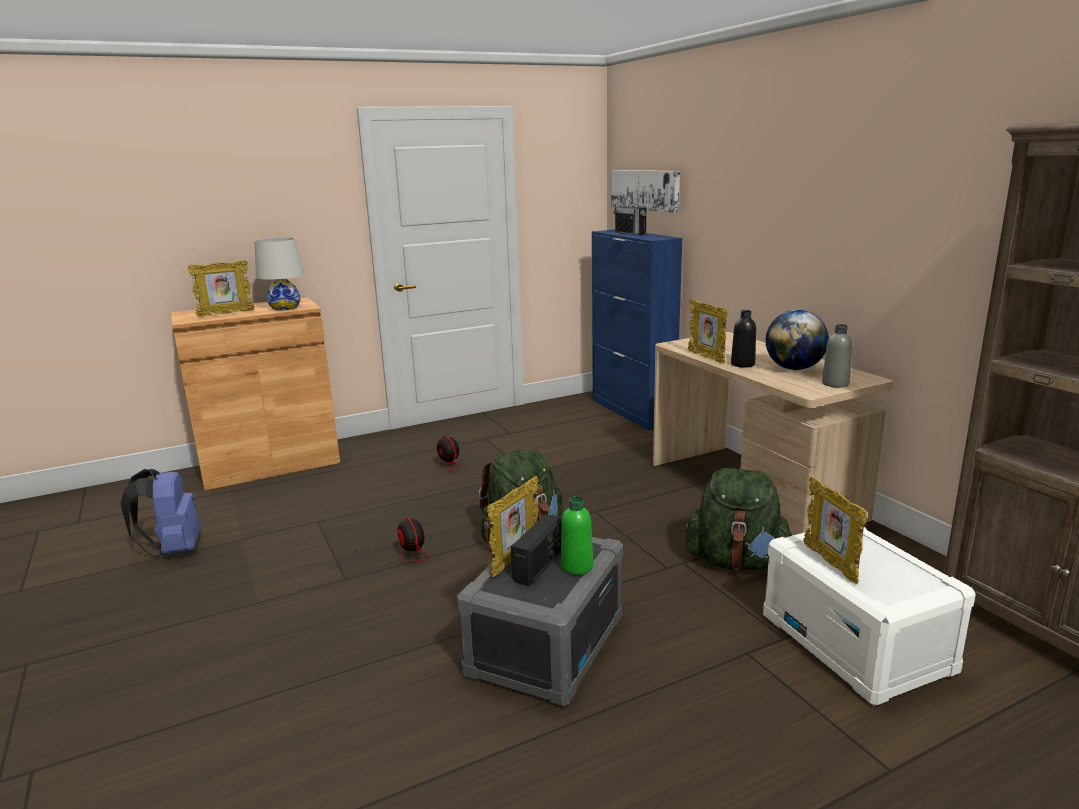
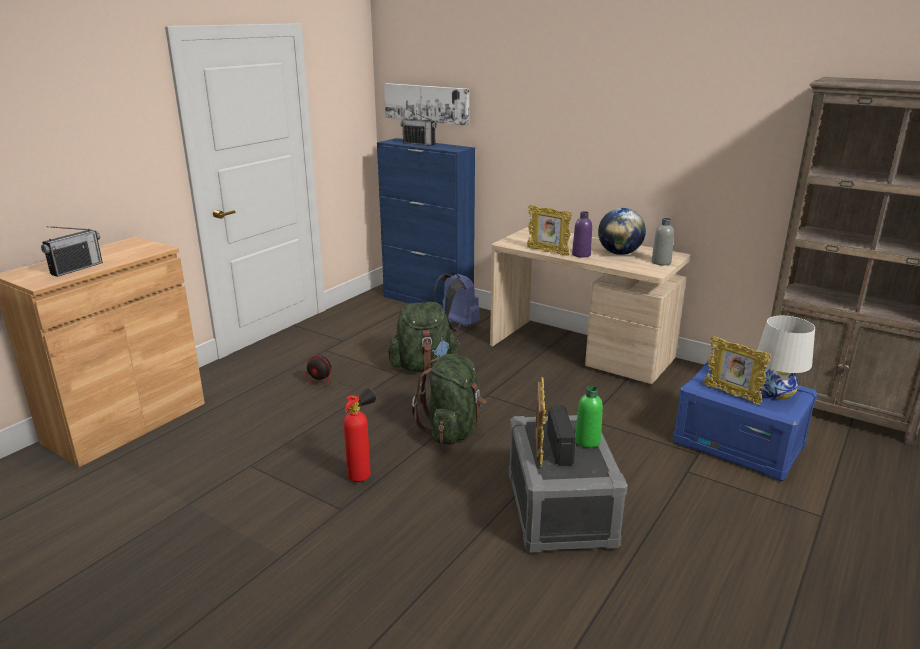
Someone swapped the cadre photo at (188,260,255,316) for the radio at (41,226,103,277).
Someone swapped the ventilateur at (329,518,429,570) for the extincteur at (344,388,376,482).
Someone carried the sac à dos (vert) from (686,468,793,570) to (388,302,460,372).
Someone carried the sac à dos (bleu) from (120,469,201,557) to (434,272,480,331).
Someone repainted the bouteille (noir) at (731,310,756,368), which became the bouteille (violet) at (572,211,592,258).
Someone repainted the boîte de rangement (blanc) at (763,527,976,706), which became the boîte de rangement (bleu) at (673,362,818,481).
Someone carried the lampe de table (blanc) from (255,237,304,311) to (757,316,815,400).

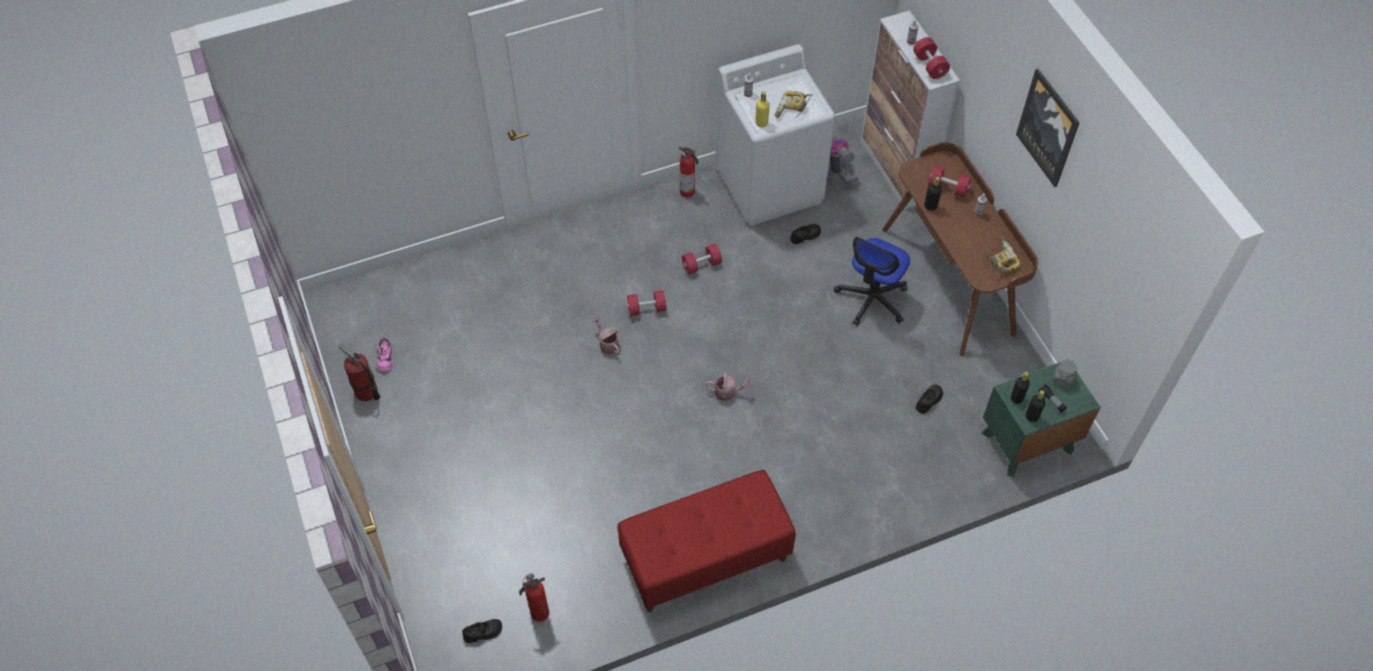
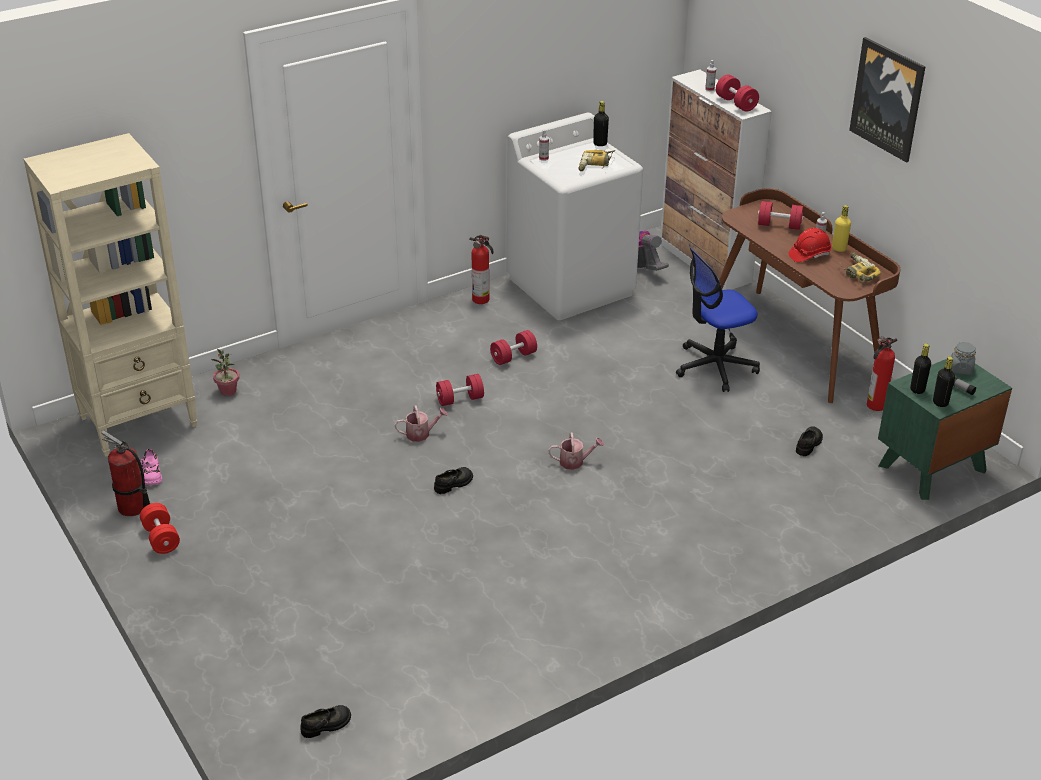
Someone put down the bibliothèque (beige) at (24,133,197,457).
Someone put down the haltère (rouge) at (140,503,180,554).
Someone put down the plante en pot at (211,349,239,396).
Someone rotated the arrosoir at (592,317,620,354) by 120 degrees clockwise.
Someone carried the chaussure (noir) from (790,224,821,244) to (434,467,473,494).
Someone carried the bouteille (noir) from (924,177,942,211) to (593,101,609,146).
Someone rotated the chaise de bureau at (834,237,910,326) by 45 degrees clockwise.
Someone put down the casque de chantier (rouge) at (789,228,832,262).
Someone carried the bouteille (jaune) from (755,92,770,127) to (832,205,851,252).
Someone carried the extincteur from (519,573,549,622) to (867,336,897,411).
Someone took away the banc (rouge) at (617,470,796,612).

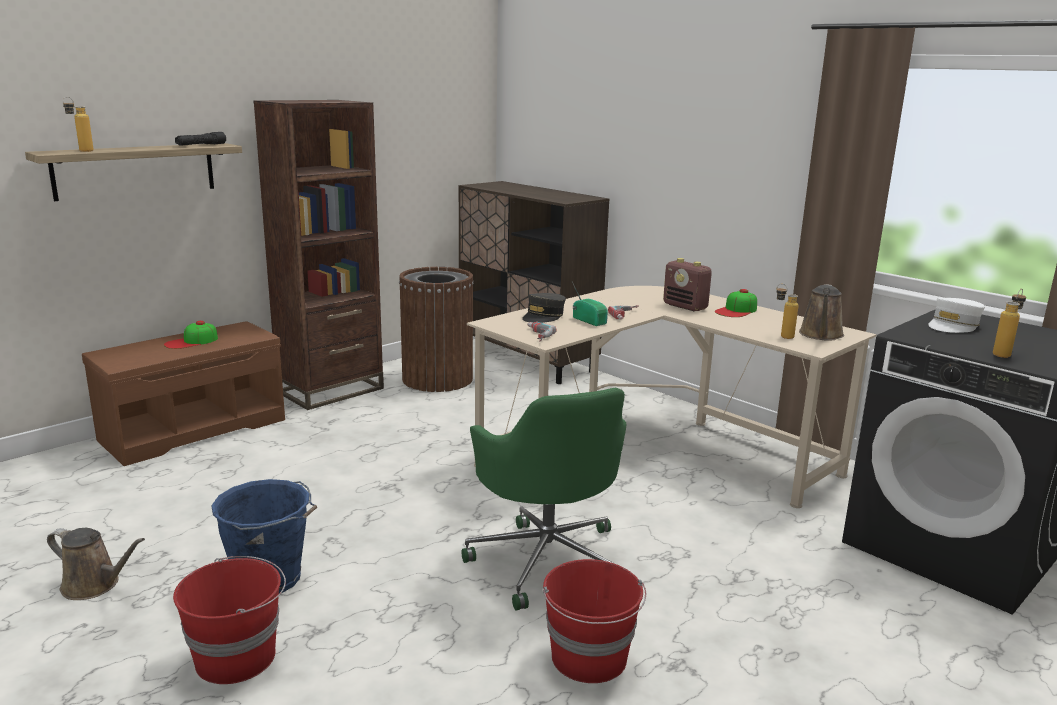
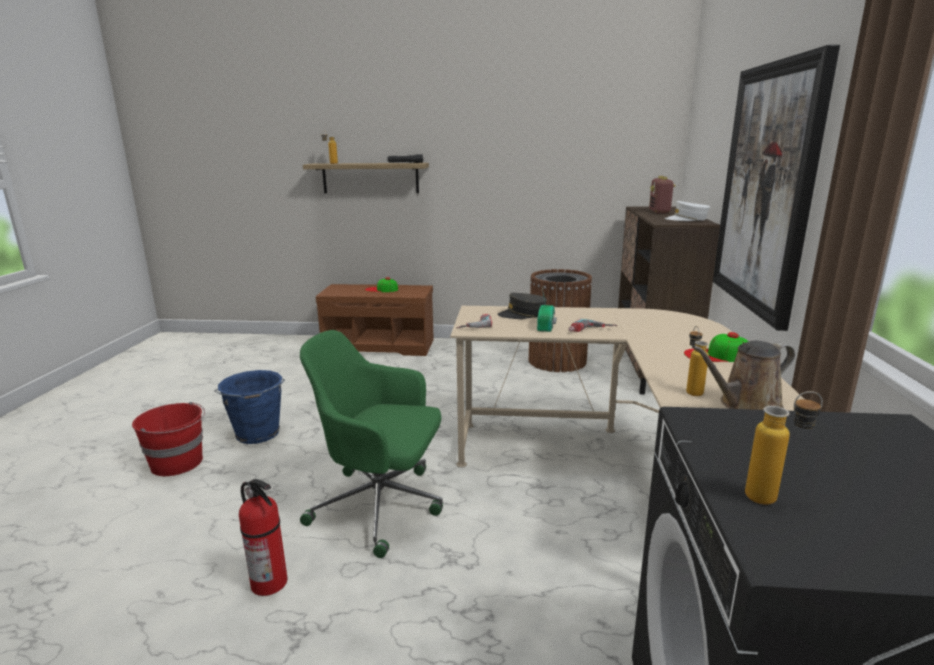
Someone swapped the seau (rouge) at (543,559,646,683) for the extincteur at (239,479,287,596).
Someone rotated the chaise de bureau (vert) at (462,388,626,610) by 75 degrees clockwise.
Someone carried the radio from (663,258,712,311) to (649,176,676,214).
Someone carried the casquette (blanc) from (928,298,985,333) to (664,201,710,221).
Someone put up the tableau at (713,45,840,331).
Someone took away the arrosoir (marron) at (47,528,145,600).
Someone took away the bibliothèque (marron) at (253,100,384,410).

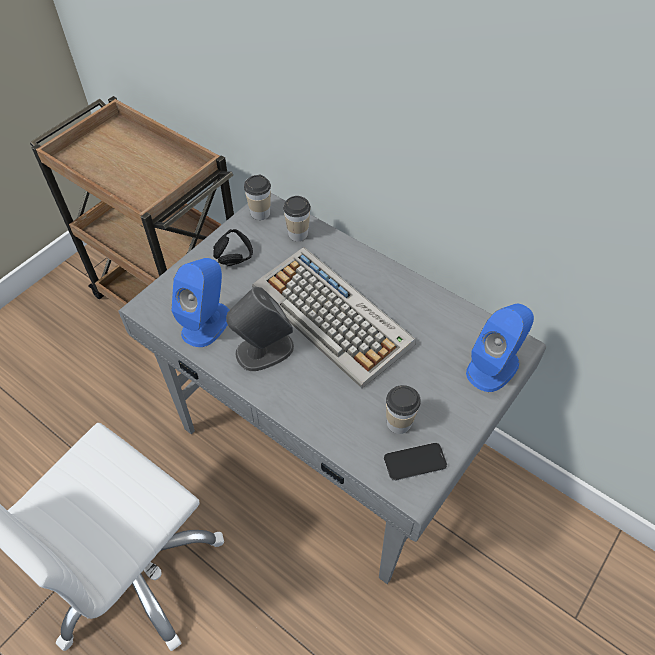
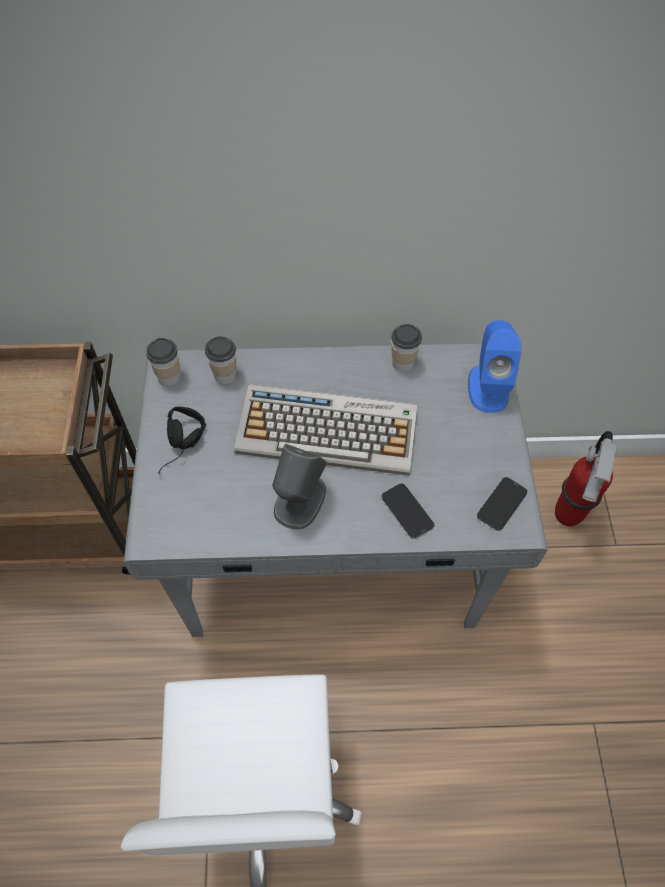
Someone put down the téléphone at (381,483,434,539).
Someone carried the tasse from (386,385,420,434) to (391,324,422,372).
Someone put down the extincteur at (555,431,617,526).
Someone took away the enceinte (bleu) at (171,258,230,347).

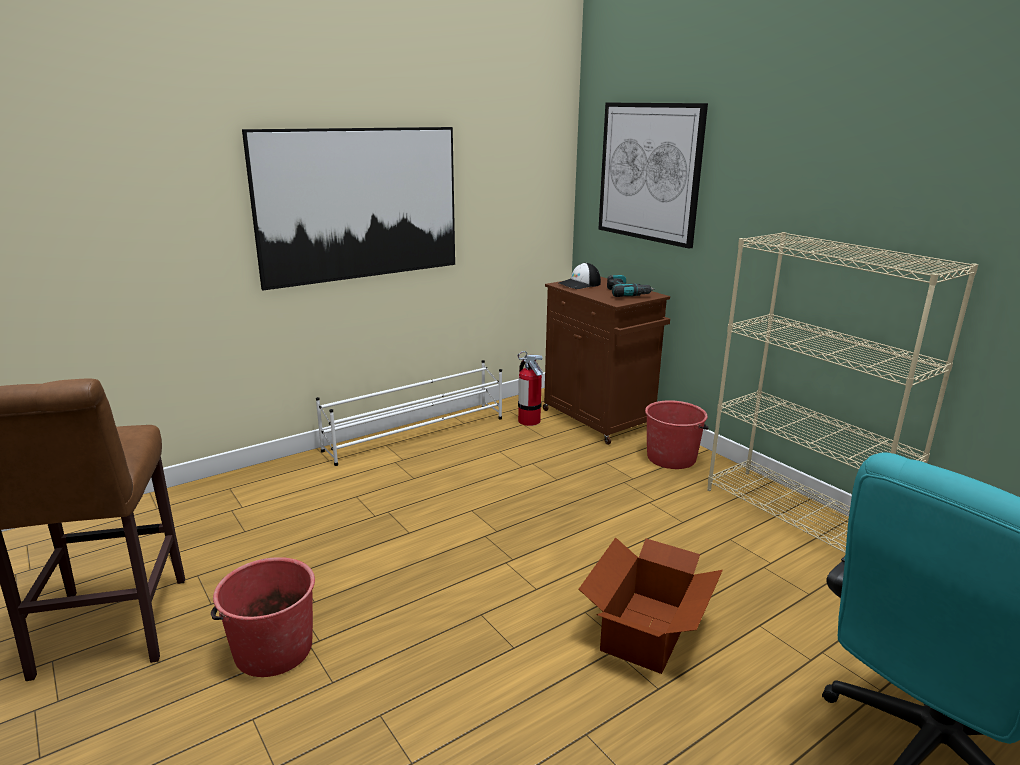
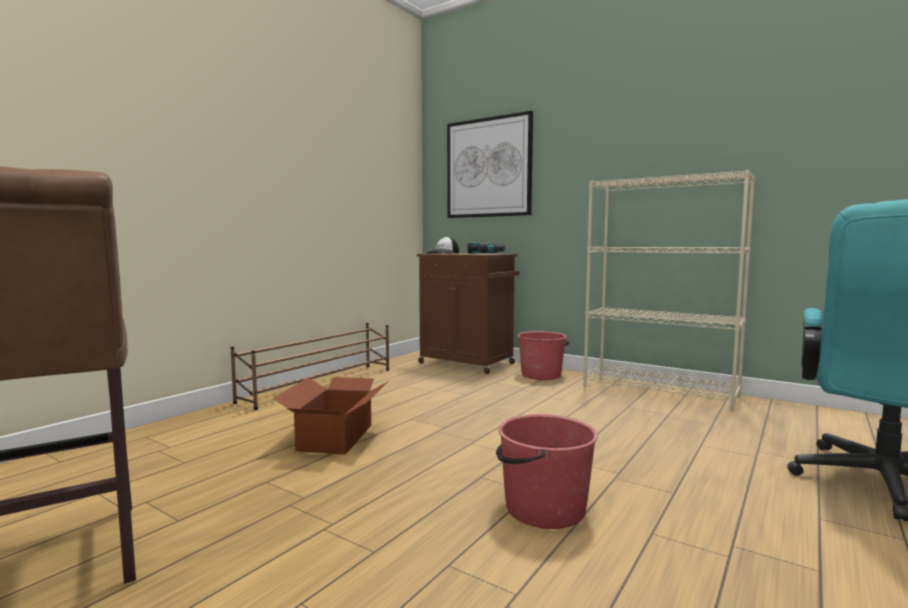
Someone repainted the étagère à chaussures (blanc) at (316,360,502,466), which became the étagère à chaussures (marron) at (231,323,389,410).
Someone carried the carton from (579,537,723,674) to (273,377,389,455).
Someone carried the seau (rouge) from (211,557,315,677) to (496,414,598,529).
Someone took away the tableau at (242,127,455,290).
Someone took away the extincteur at (517,351,543,426).

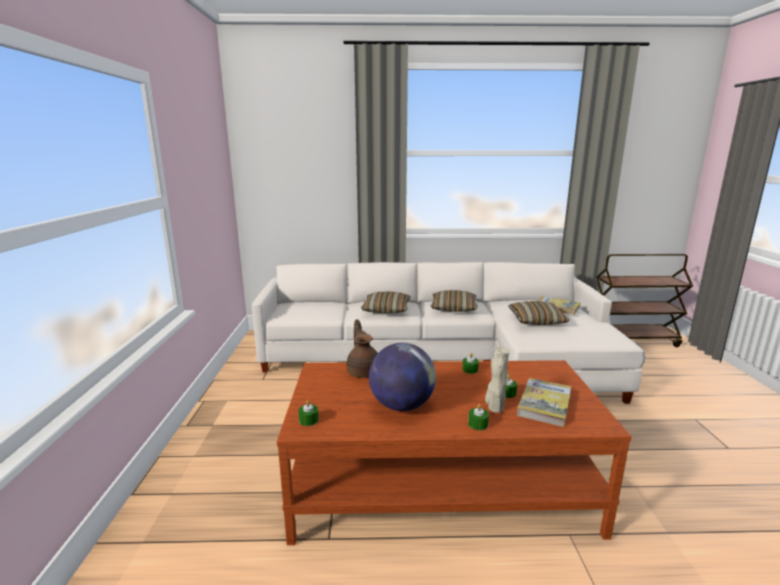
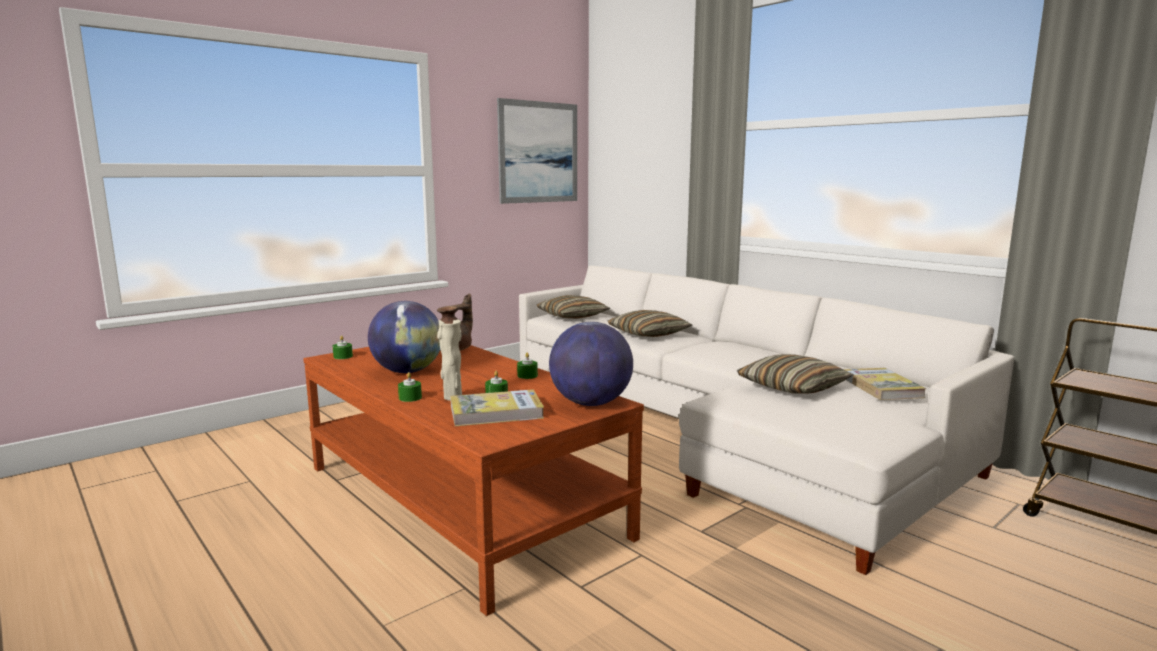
Someone put up the tableau at (497,98,577,204).
Someone carried the coussin from (431,290,478,312) to (536,295,610,319).
Someone put down the globe at (549,322,633,406).

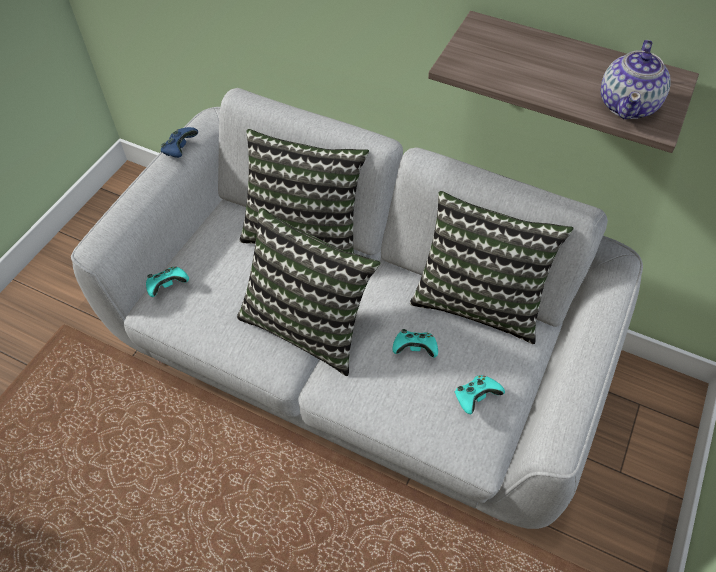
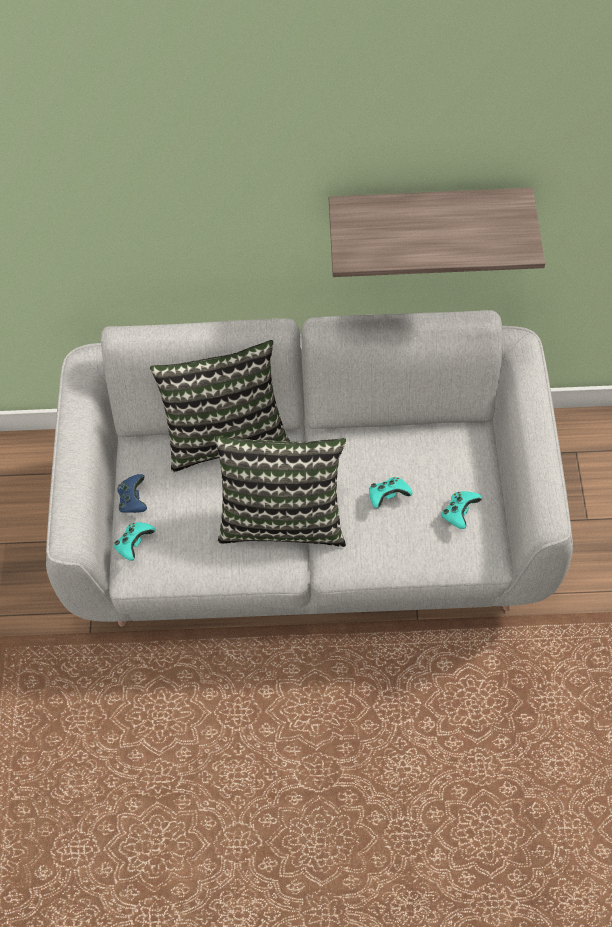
Someone carried the manette (bleu) from (161,127,198,158) to (117,474,147,513).
Someone took away the coussin at (410,191,573,344).
Someone took away the théière at (601,40,670,119).

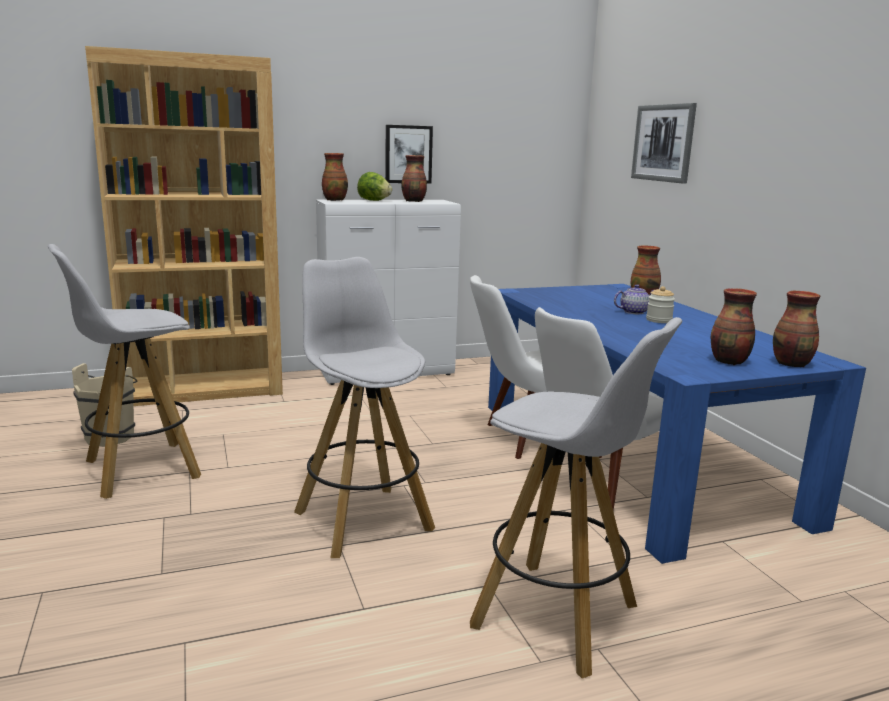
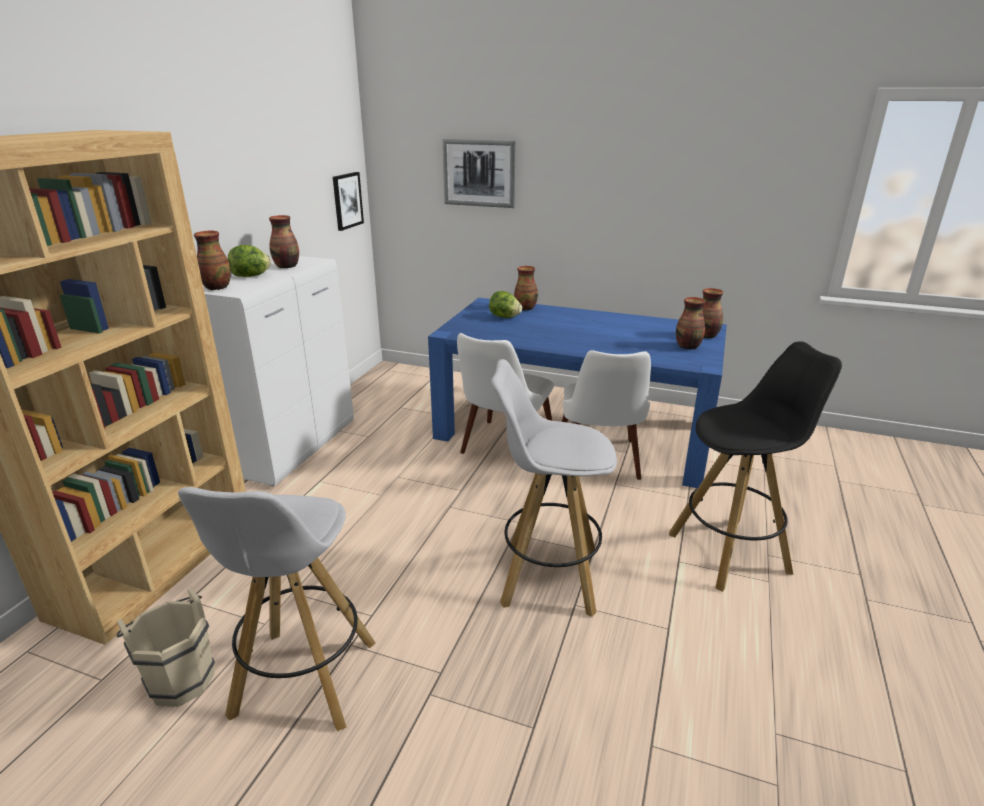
Someone carried the tableau from (385,125,433,183) to (333,172,364,231).
Someone put down the laitue at (489,291,522,318).
Someone repainted the tabouret (blanc) at (470,317,682,679), which became the tabouret (noir) at (669,341,842,592).
Someone took away the théière at (614,284,654,314).
Someone took away the bocal at (646,286,675,323).

